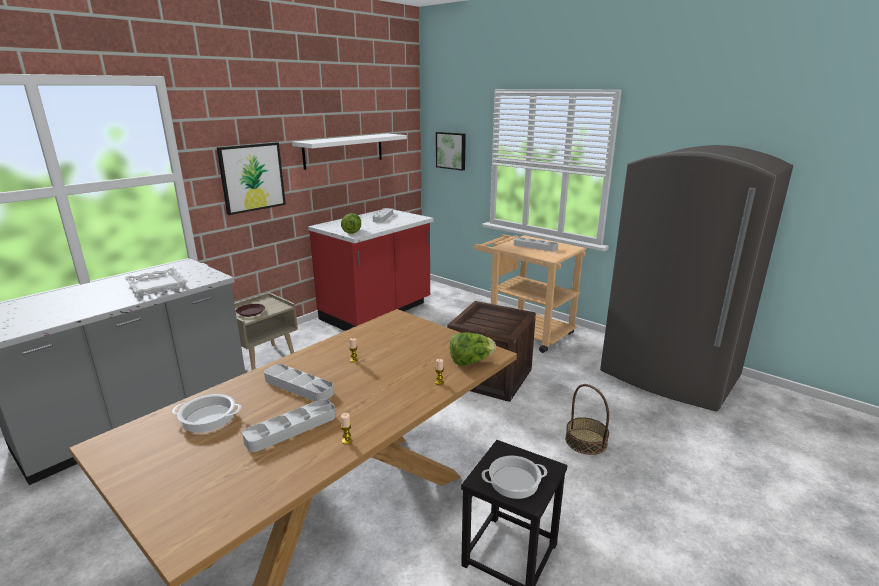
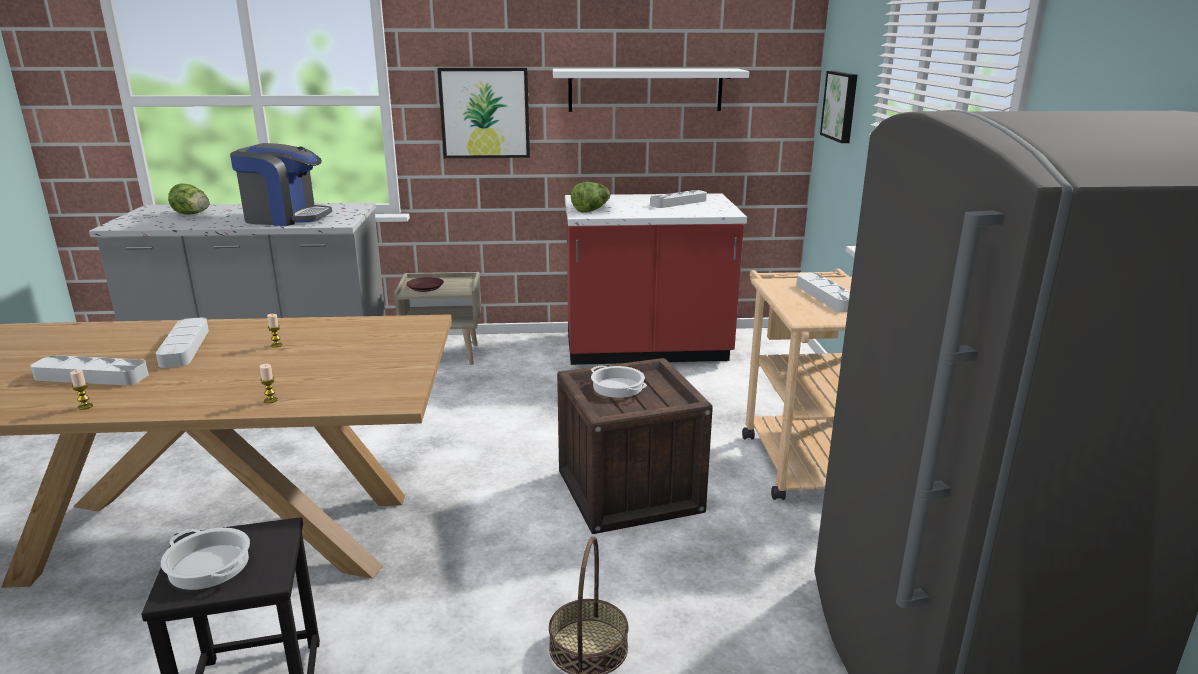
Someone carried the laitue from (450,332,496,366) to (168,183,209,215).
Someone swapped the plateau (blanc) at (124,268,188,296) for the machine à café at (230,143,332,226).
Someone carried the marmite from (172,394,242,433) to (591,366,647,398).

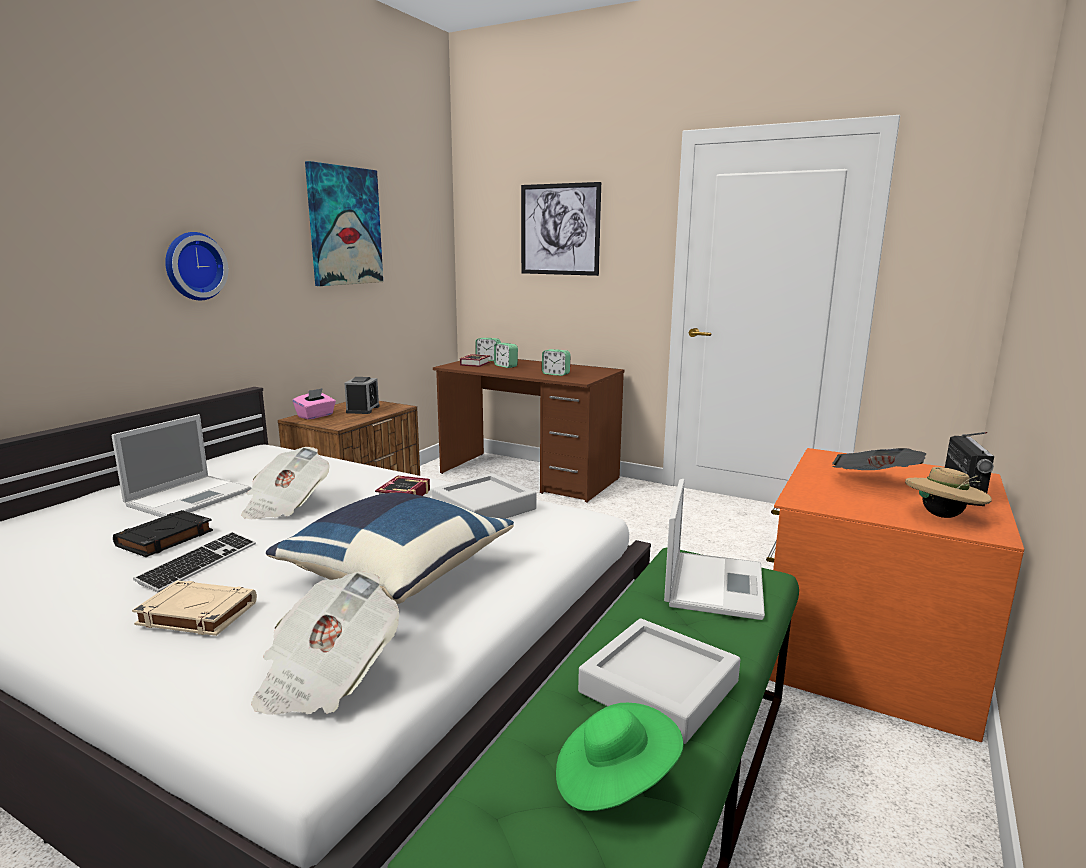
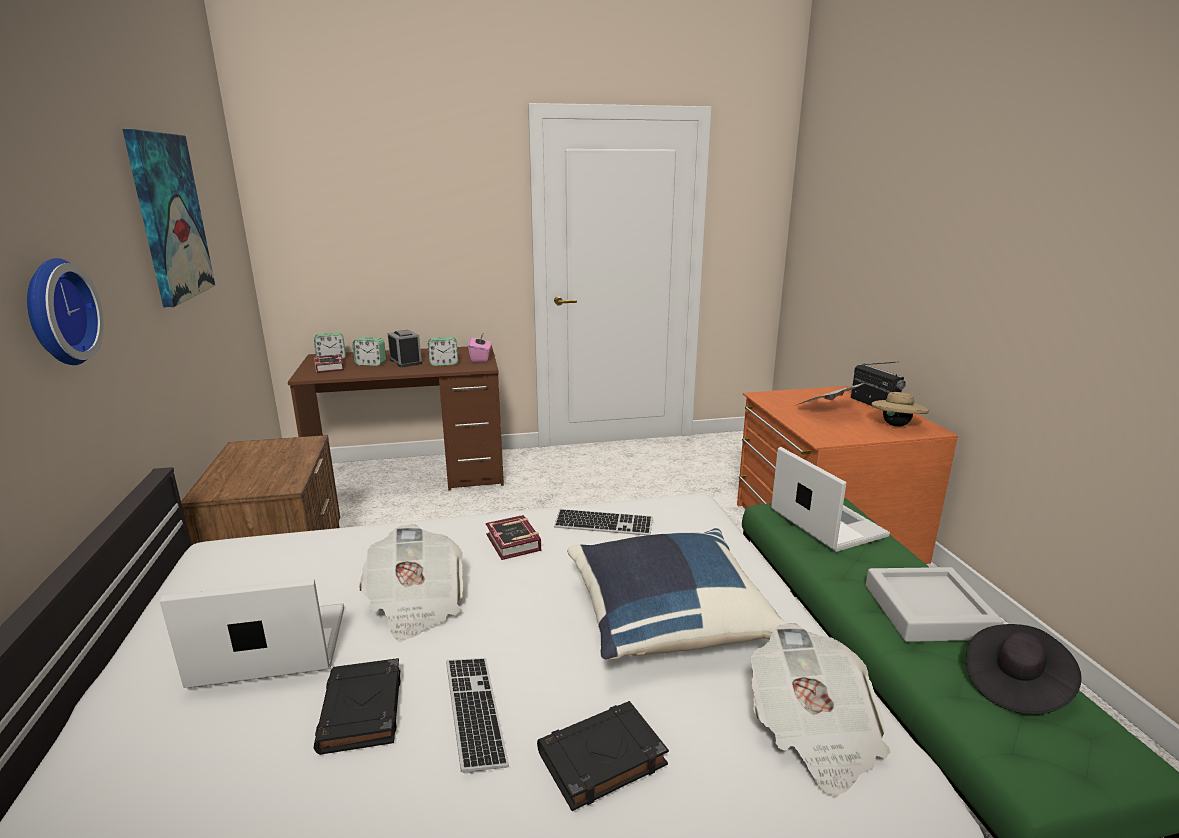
Someone rotated the ordinateur portable at (111,414,251,517) by 90 degrees counterclockwise.
Someone carried the réveil from (344,377,380,414) to (387,330,422,367).
Someone carried the boîte à mouchoirs (rose) from (293,388,336,420) to (468,332,491,361).
Someone repainted the livre (beige) at (132,580,257,636), which became the livre (noir) at (537,701,669,811).
Someone swapped the plateau (gris) at (432,473,536,519) for the clavier at (554,509,653,536).
Someone repainted the chapeau (vert) at (556,703,684,811), which became the chapeau (noir) at (966,624,1082,714).
Someone took away the tableau at (521,182,601,276).

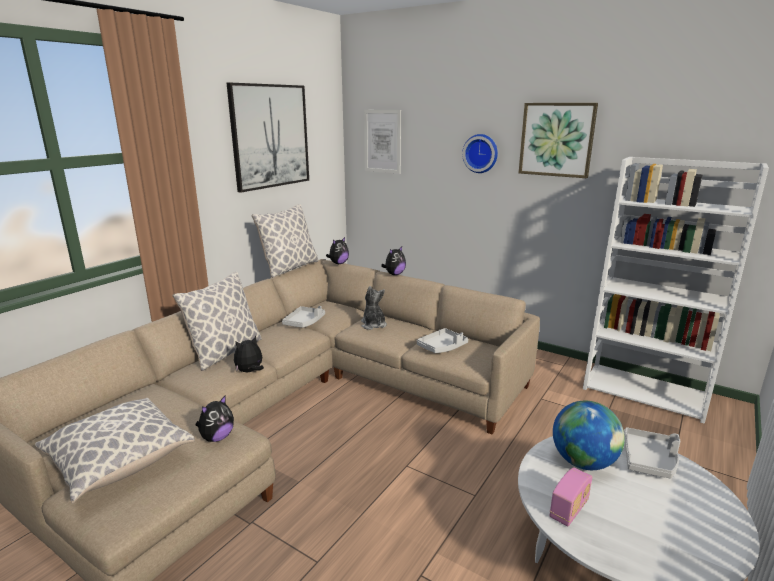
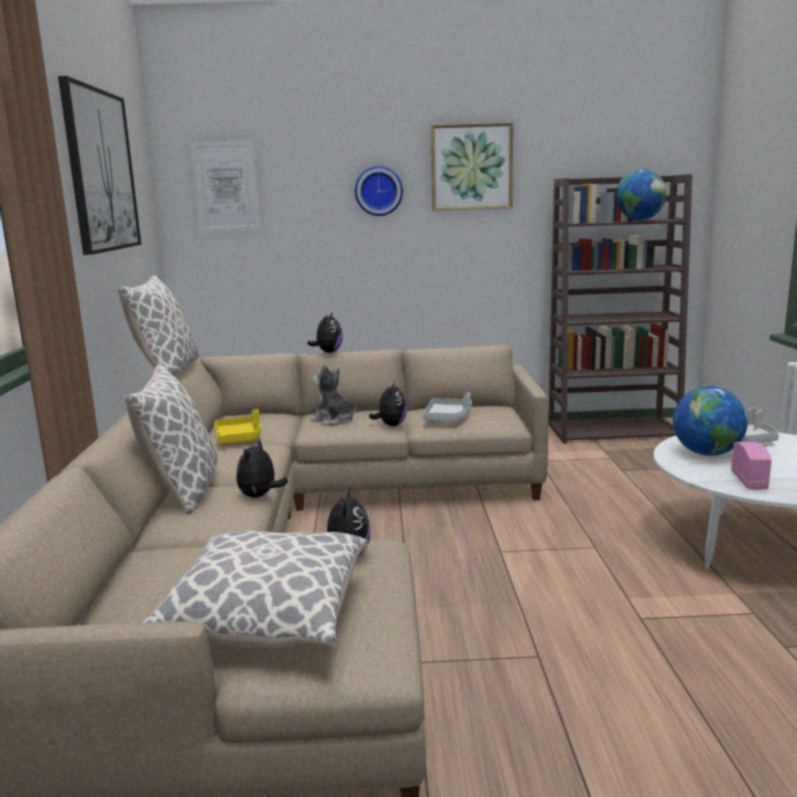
Someone repainted the plateau (gris) at (282,306,325,328), which became the plateau (jaune) at (215,409,261,444).
Someone carried the peluche from (326,237,349,264) to (369,381,407,426).
Someone repainted the bibliothèque (blanc) at (583,157,769,424), which became the bibliothèque (marron) at (548,174,692,444).
Someone put down the globe at (616,169,666,221).

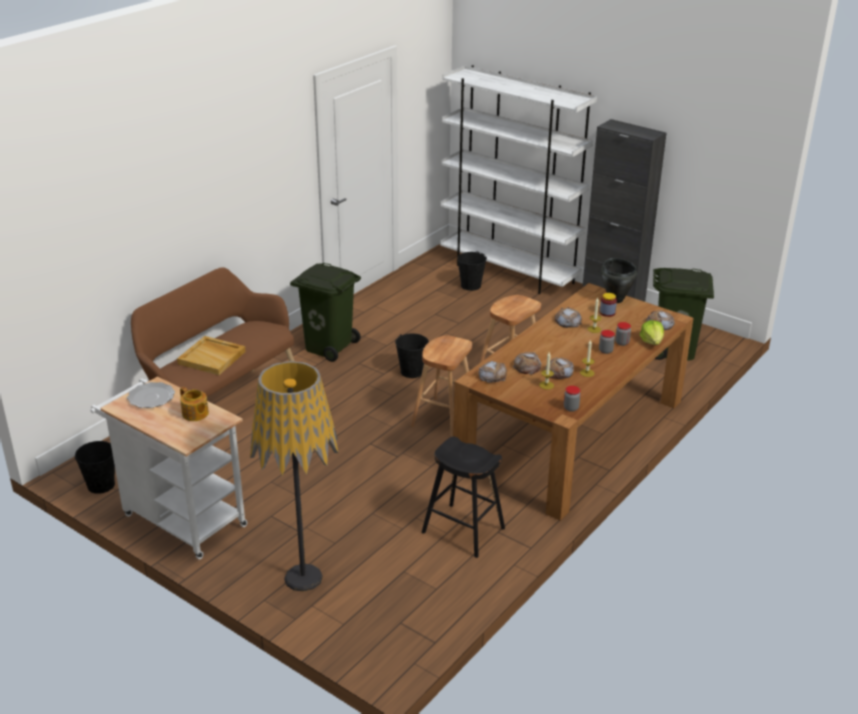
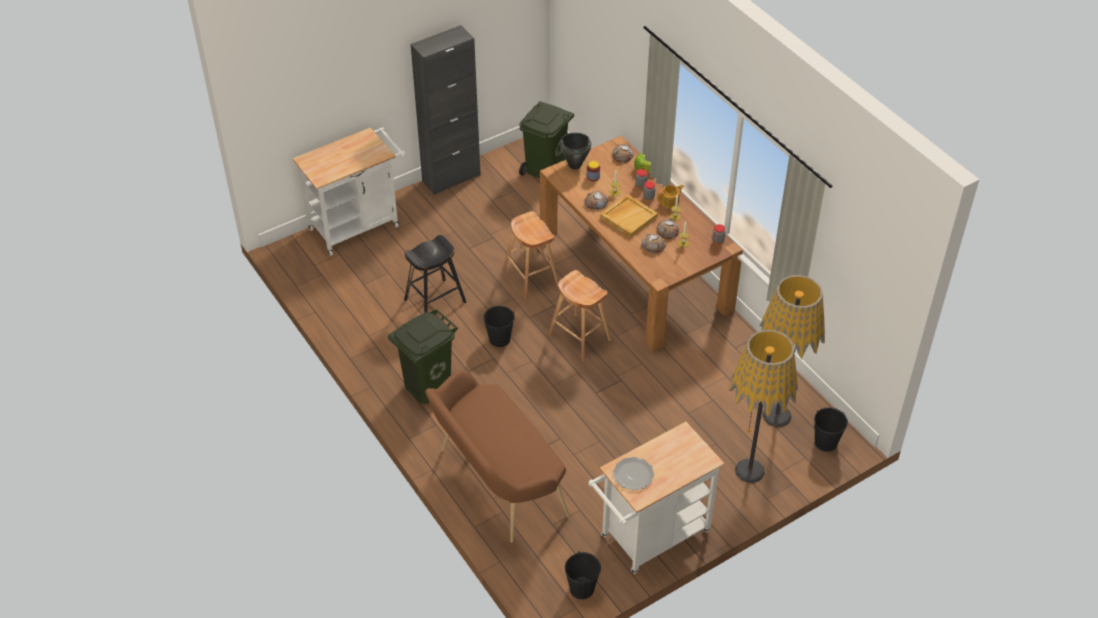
Someone swapped the bibliothèque (blanc) at (440,65,597,294) for the chariot (blanc) at (293,127,406,256).
Someone carried the tabouret (noir) from (422,437,505,558) to (404,235,466,313).
Someone carried the plateau (beige) from (177,336,246,375) to (600,194,658,238).
Someone carried the théière from (180,387,209,421) to (657,185,684,208).
Someone put down the lampadaire at (760,275,825,427).
Someone carried the seau (noir) from (457,252,487,291) to (814,407,848,452).
Someone took away the pain at (479,361,507,383).

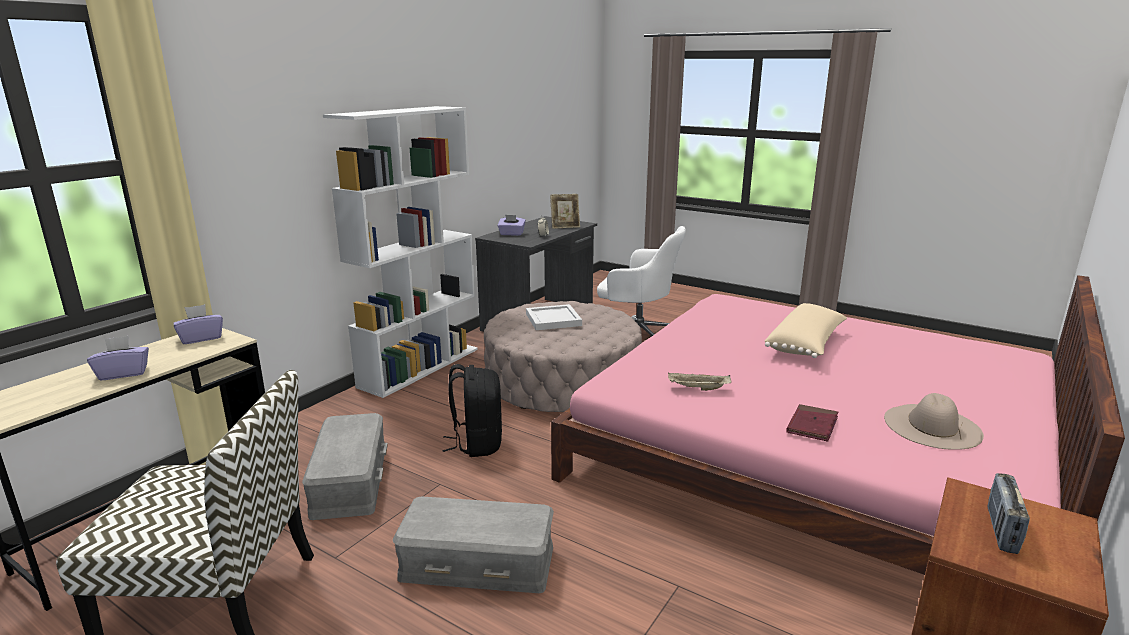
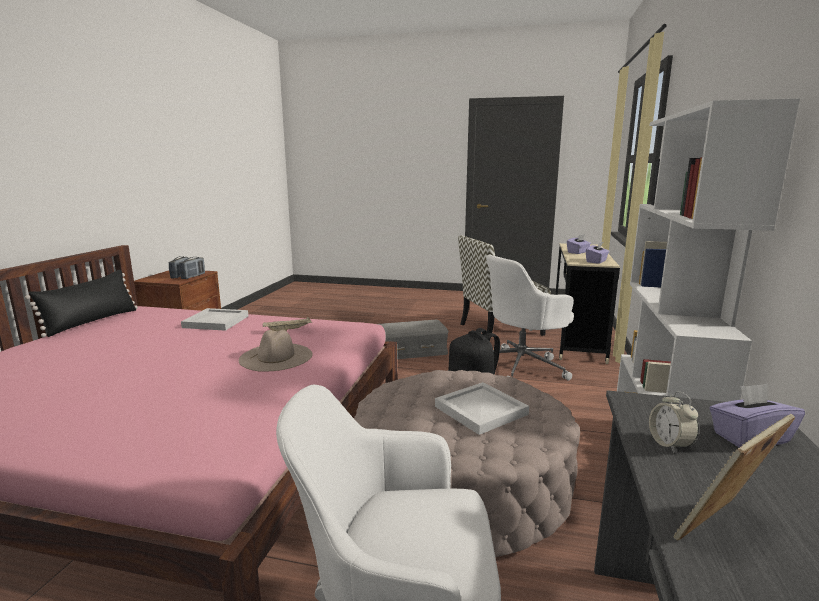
Someone put down the coussin (noir) at (25,270,138,338).
Someone put down the radio at (179,257,205,279).
Someone swapped the livre (rouge) at (786,404,838,442) for the plateau (blanc) at (181,308,248,331).
Someone carried the chapeau (beige) from (884,393,984,450) to (239,330,313,372).
Someone swapped the boîte de rangement (gris) at (302,413,388,520) for the chaise de bureau (blanc) at (486,255,574,381).
Someone took away the coussin (beige) at (765,303,847,358).

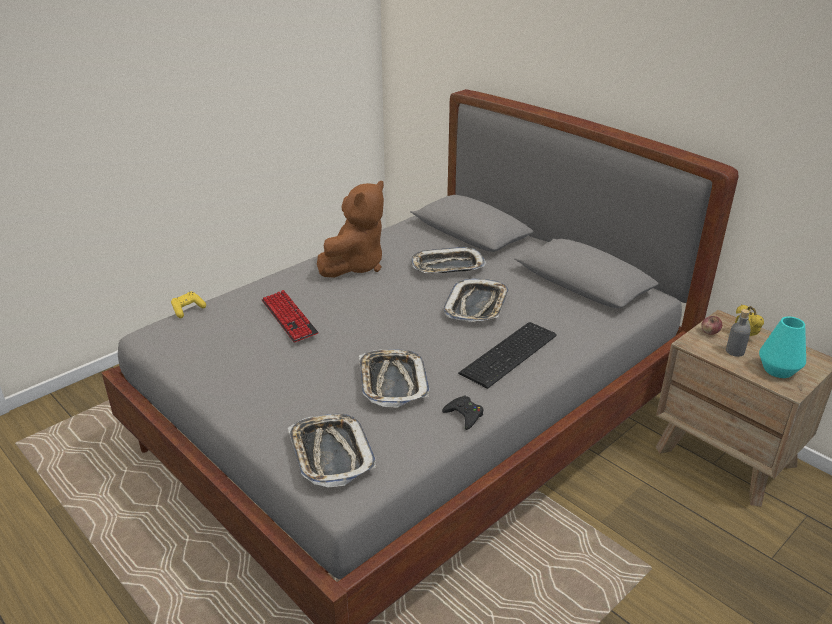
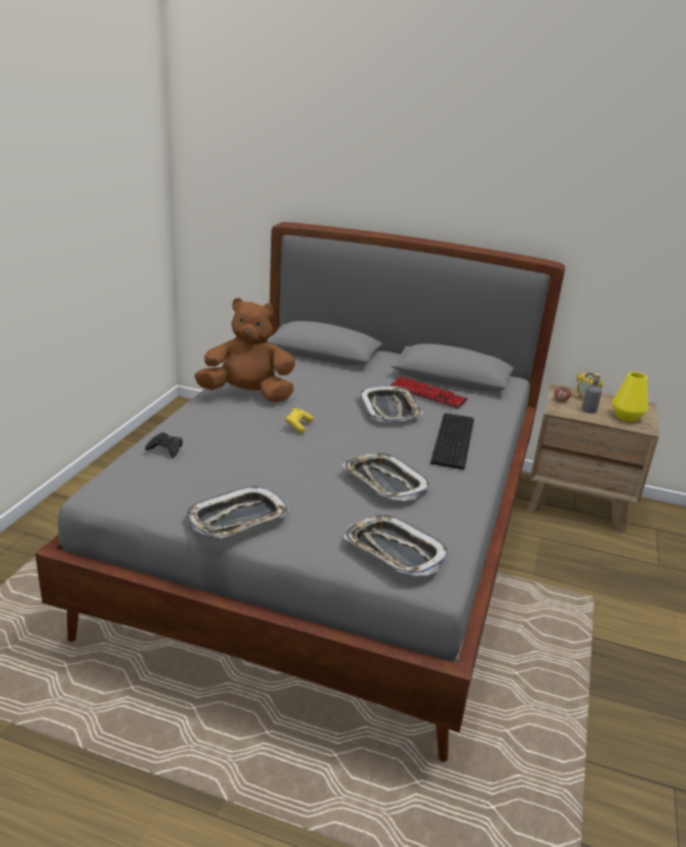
Someone carried the manette (noir) from (442,395,484,430) to (145,432,182,458).
Someone carried the plateau from (411,247,487,273) to (185,486,289,538).
Someone rotated the peluche (marron) at (317,181,384,278) by 90 degrees counterclockwise.
Someone carried the manette (jaune) from (171,291,206,318) to (285,408,313,433).
Someone carried the clavier from (262,290,319,343) to (390,376,468,409).
Someone repainted the vase (turquoise) at (759,317,806,378), which became the vase (jaune) at (612,372,648,422).

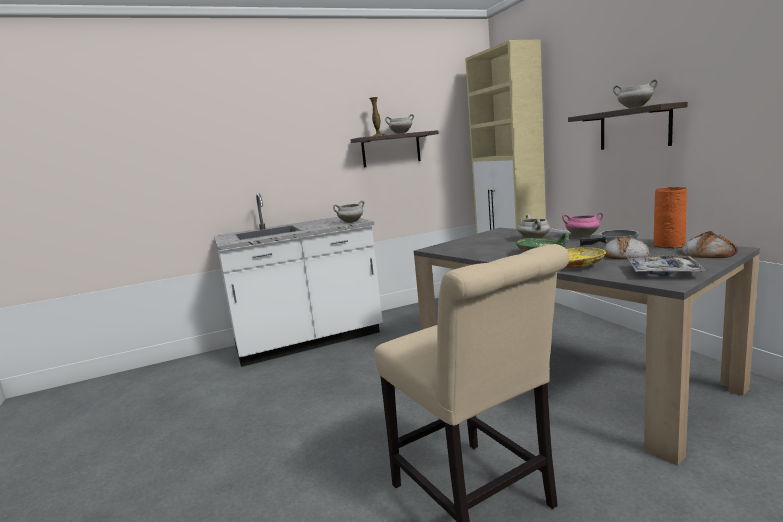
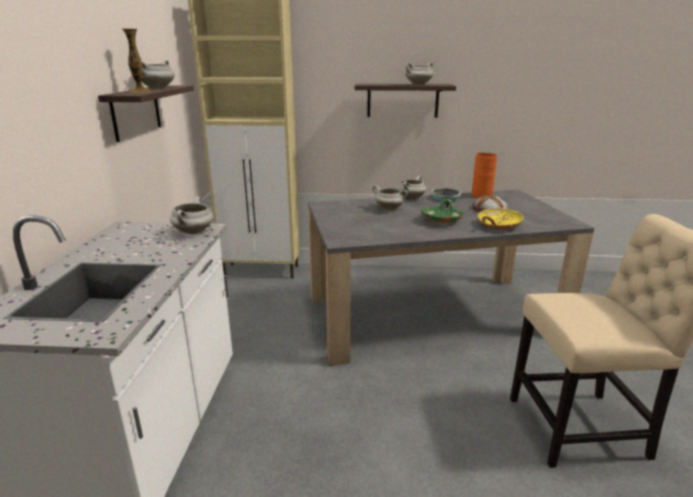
Someone repainted the marmite (rose) at (562,212,603,238), which became the marmite (blanc) at (397,176,426,200).
Someone took away the plateau at (627,255,706,276).
Someone took away the pain at (682,231,738,258).

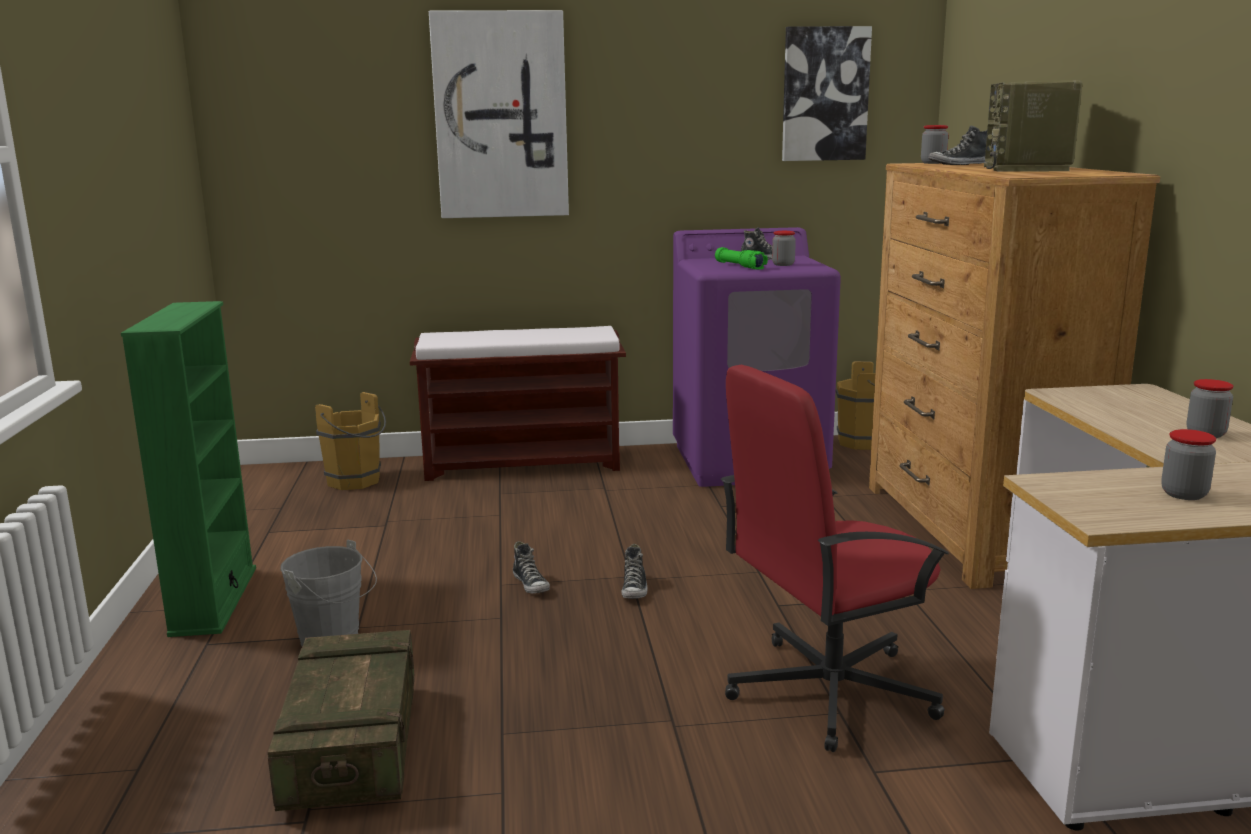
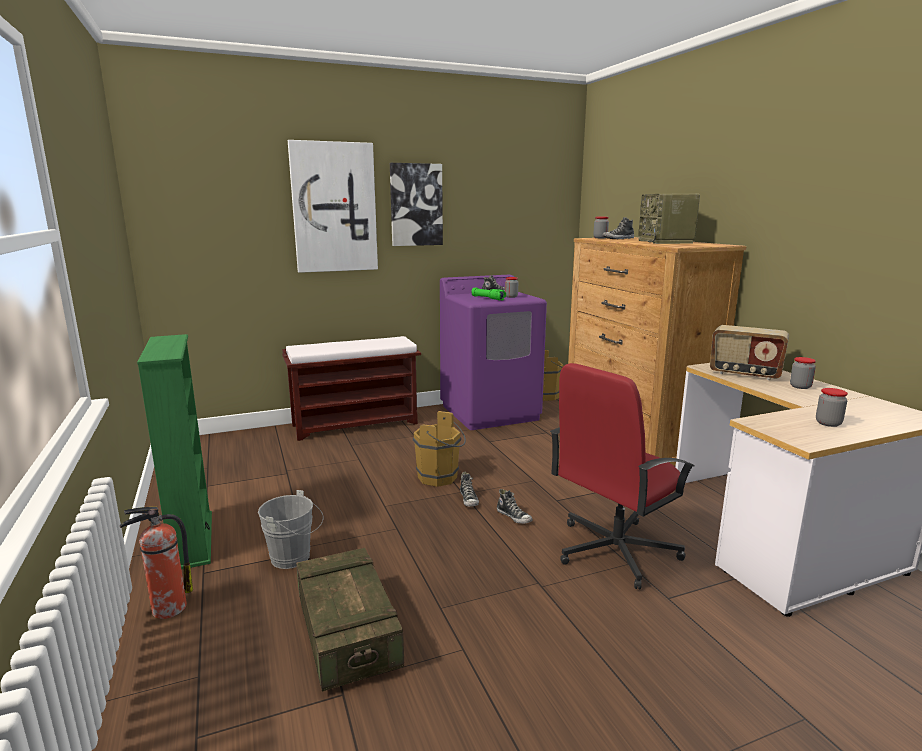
Someone put down the extincteur at (120,507,193,619).
Someone carried the tableau from (782,26,872,161) to (390,163,443,246).
Someone carried the seau (marron) from (315,392,386,490) to (413,411,466,487).
Someone carried the chaussure from (513,541,550,594) to (497,489,532,524).
Someone put down the radio at (710,325,789,380).

